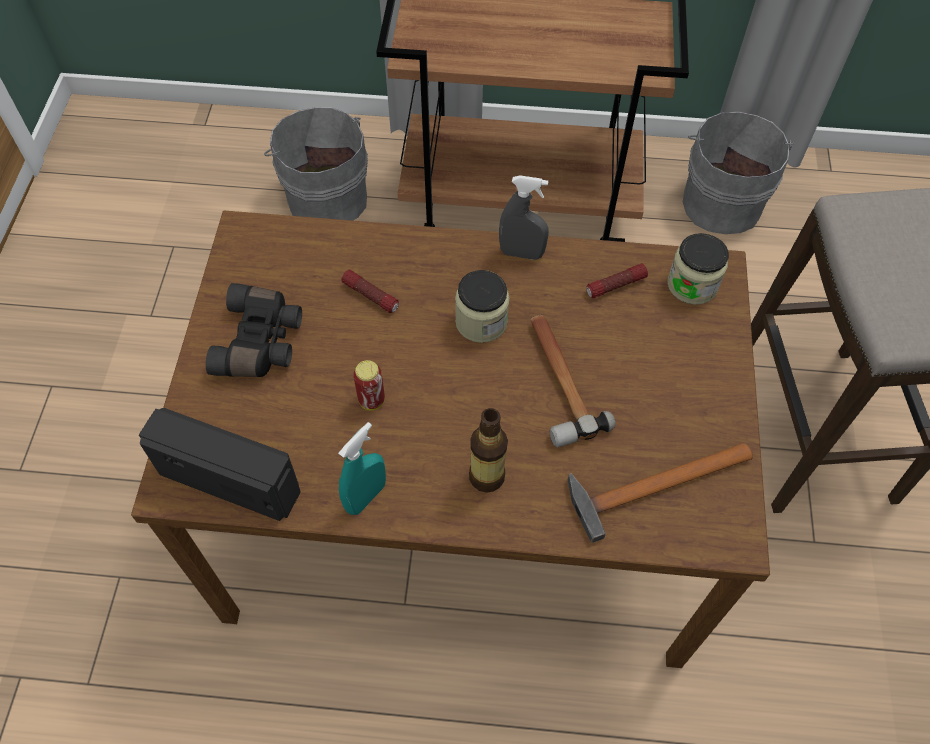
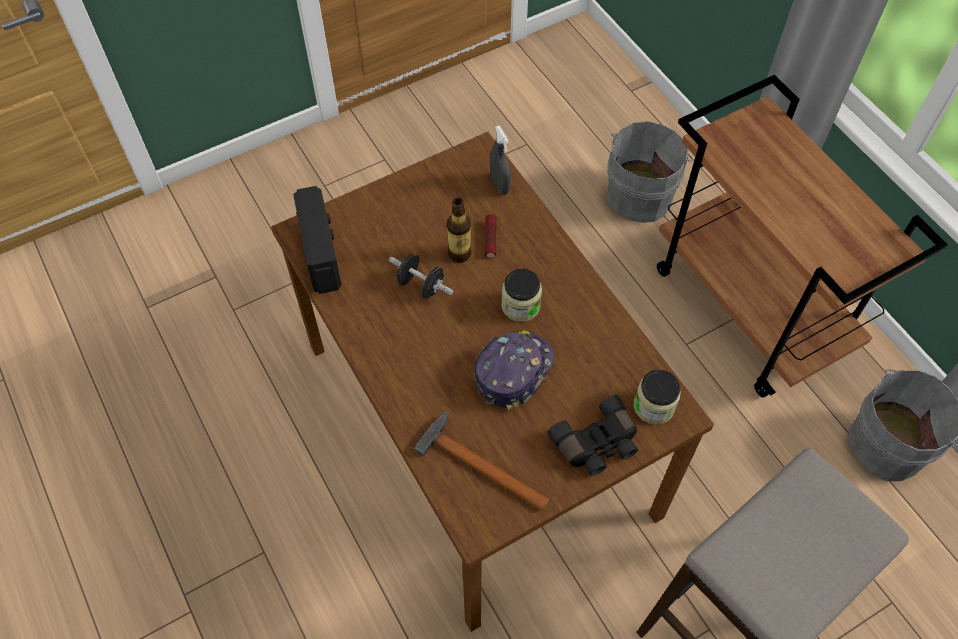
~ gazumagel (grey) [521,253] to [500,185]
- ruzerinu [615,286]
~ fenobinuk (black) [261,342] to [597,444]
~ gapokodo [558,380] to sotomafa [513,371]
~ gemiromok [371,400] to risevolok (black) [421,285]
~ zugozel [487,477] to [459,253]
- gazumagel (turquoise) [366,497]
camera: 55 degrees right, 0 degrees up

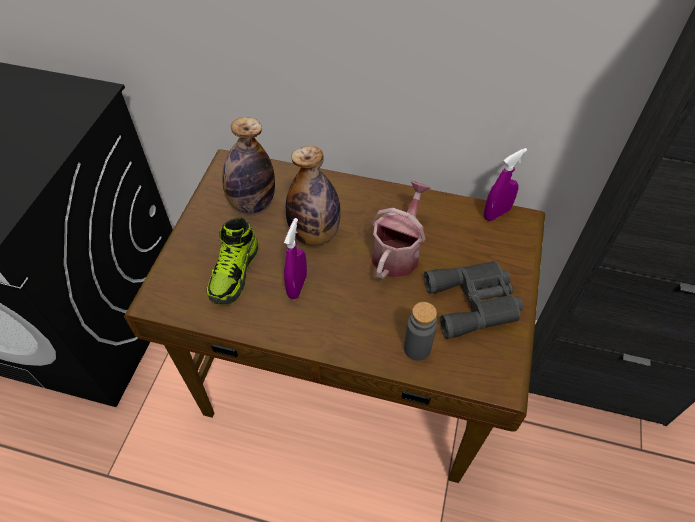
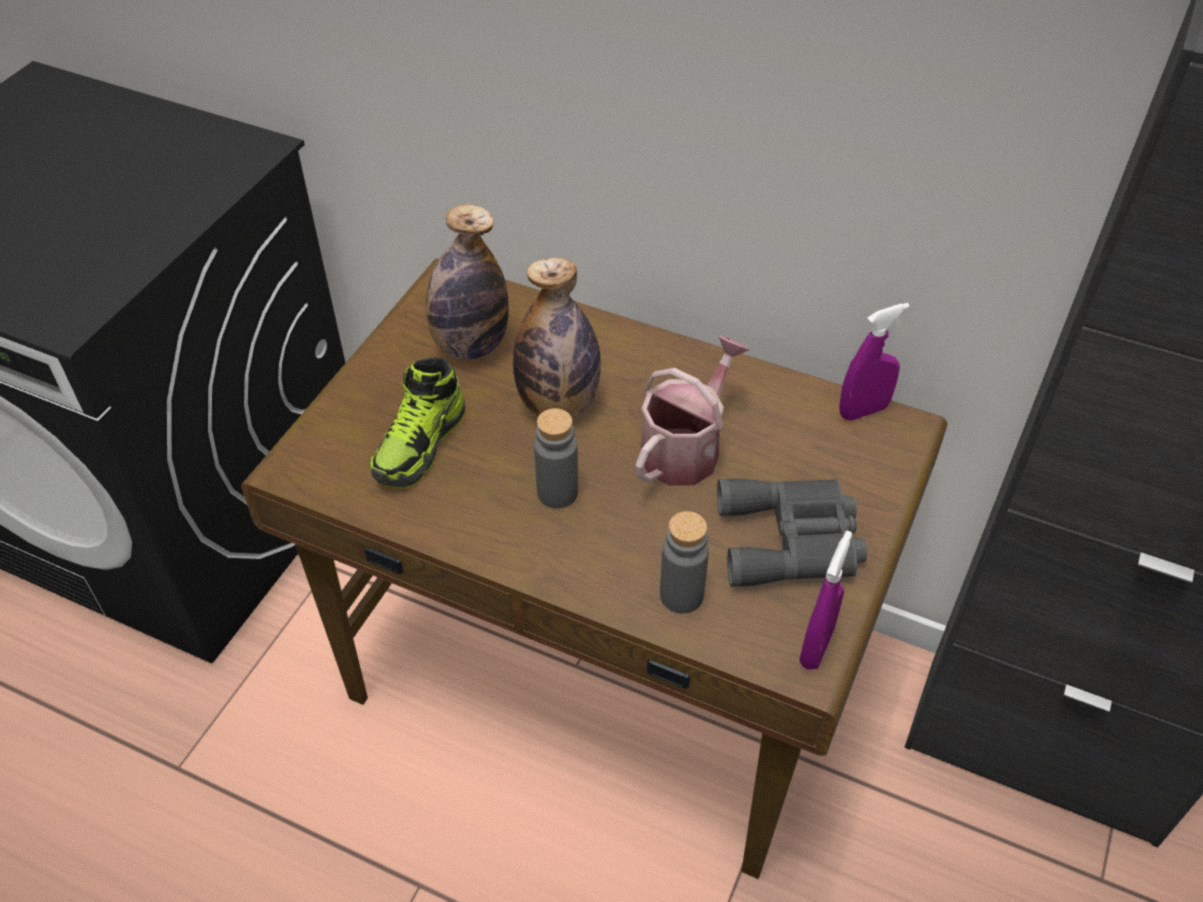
~ gazumagel (purple) [297,286] to [816,647]
+ zugozel (grey) [557,492]
camera: 10 degrees right, 5 degrees down

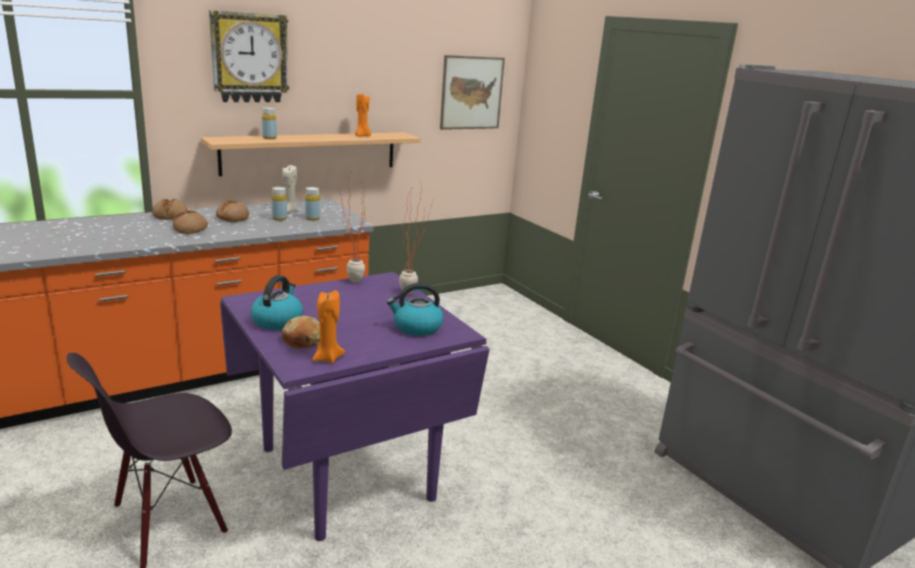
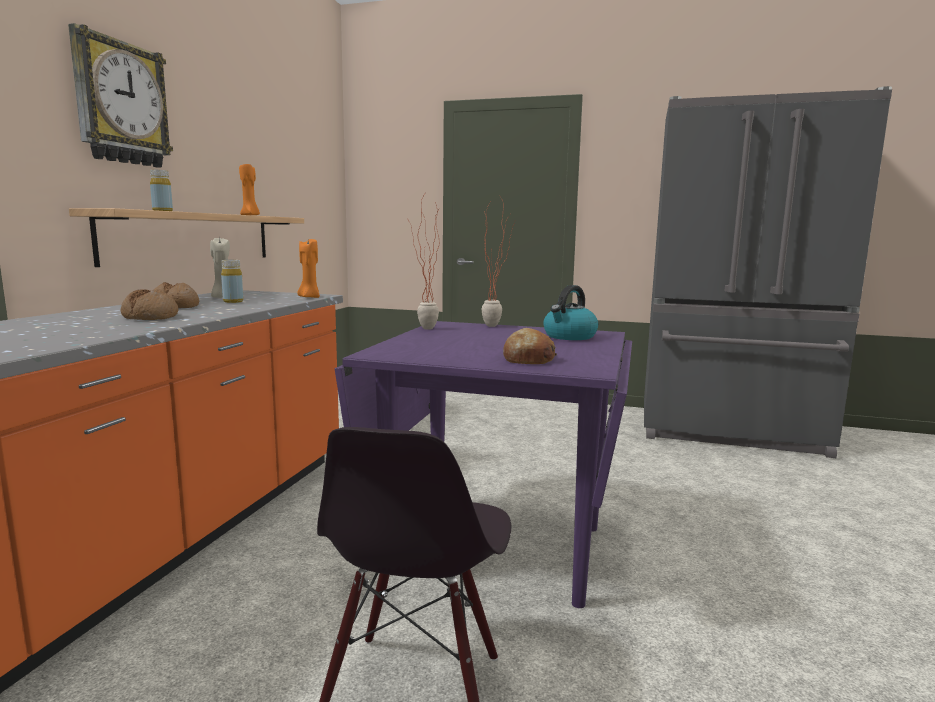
- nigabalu [472,93]
- zugozel (yellow) [312,218]
- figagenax [170,216]
- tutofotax [277,321]
~ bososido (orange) [327,358] to [309,297]
camera: 40 degrees left, 10 degrees down

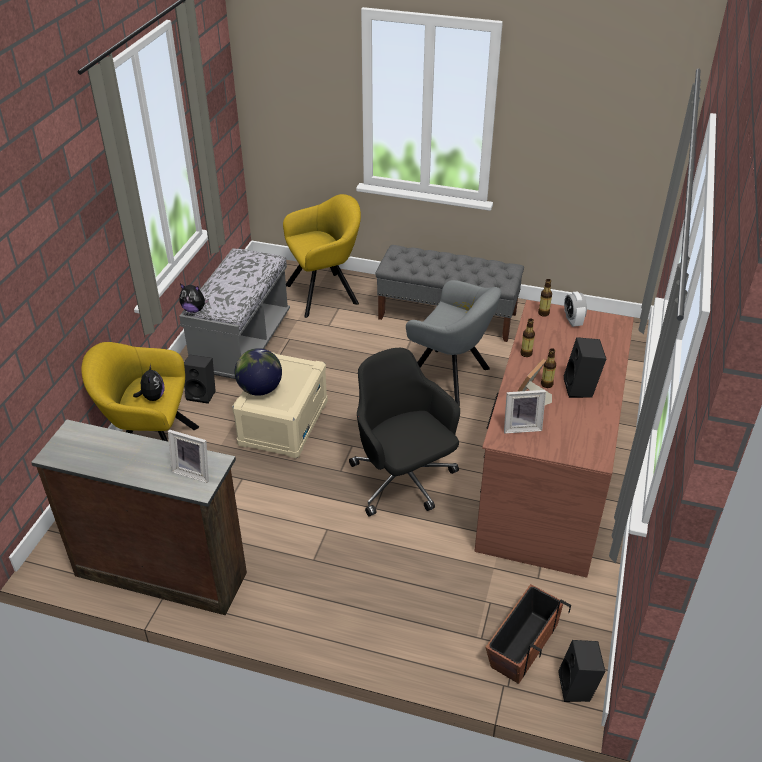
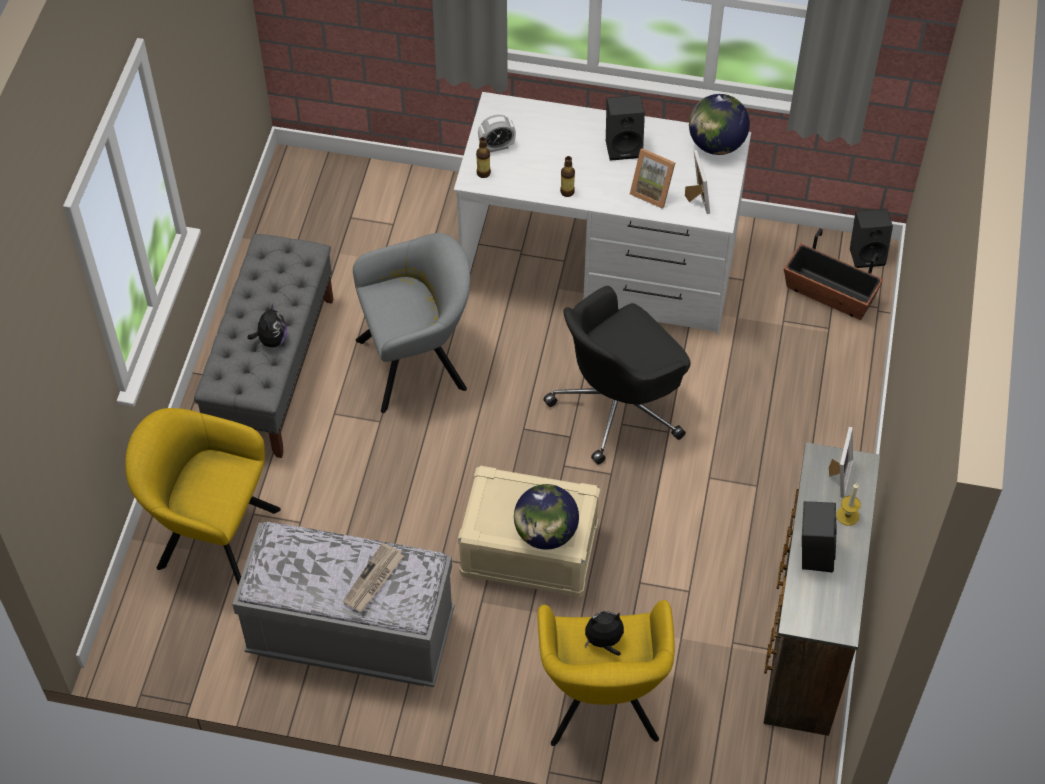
~ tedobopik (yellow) [326,293] = [211,535] 45 degrees counterclockwise
~ tedobopik (grey) [451,378] = [418,362] 45 degrees clockwise
~ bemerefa [194,310] to [271,340]
~ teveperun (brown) [546,481] to teveperun (white) [599,267]
- zugozel [546,384]
~ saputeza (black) [202,394] to [813,552]
+ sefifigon [716,144]
+ bososido [847,515]
+ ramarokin [374,580]
camera: 95 degrees left, 15 degrees up

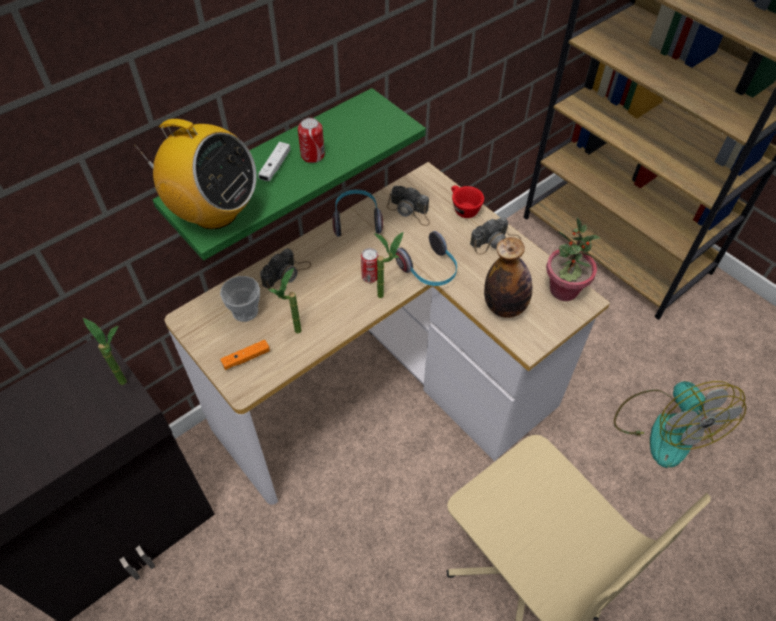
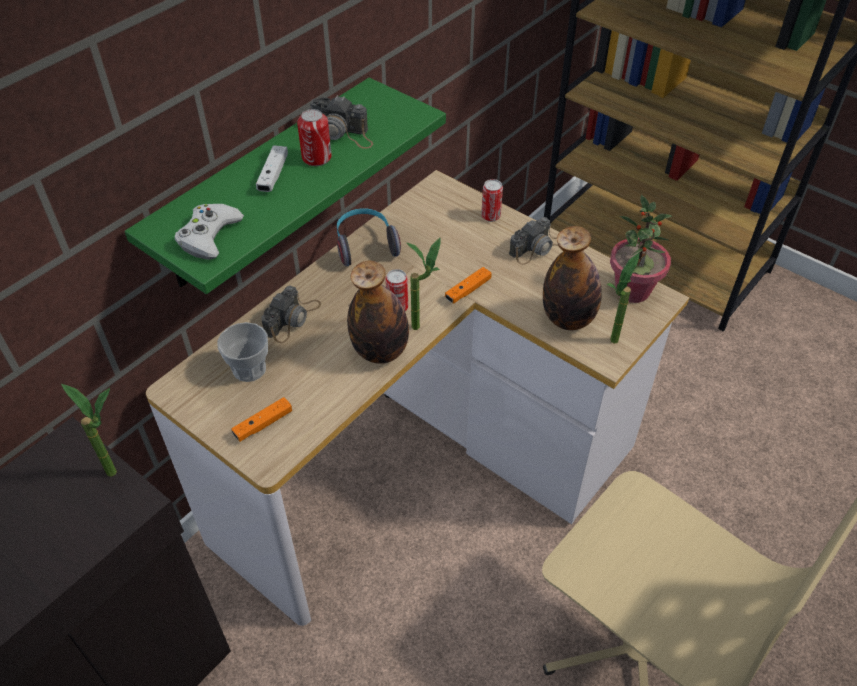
~ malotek [214,213] to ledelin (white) [209,236]
~ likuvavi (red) [463,208] to gemiromok [490,216]
~ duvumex [410,211] to [341,133]
~ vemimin [429,270] to ledelin (orange) [468,290]
~ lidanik [293,335] to [611,346]
- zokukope [663,427]
+ zugozel [380,351]
camera: 10 degrees left, 5 degrees down

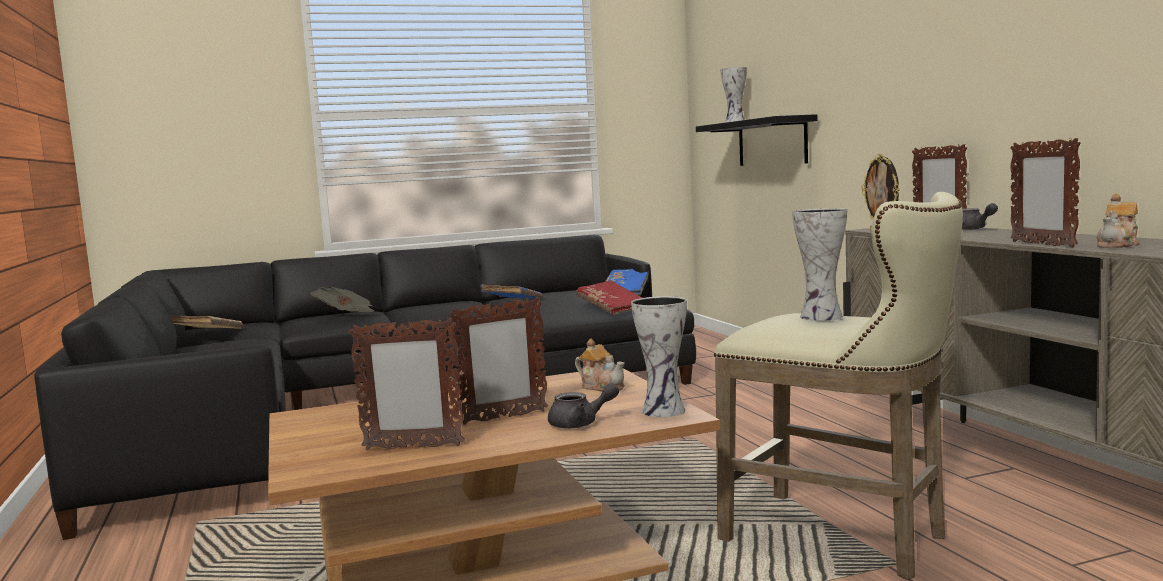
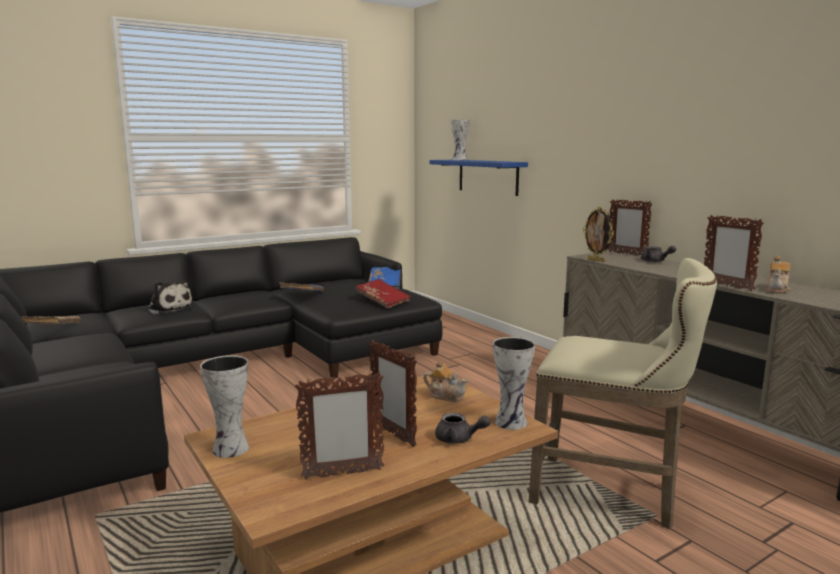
~ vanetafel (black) [772,142] to vanetafel (blue) [488,176]
~ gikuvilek [819,317] to [229,449]
~ ramarokin [347,317] to bemerefa [168,309]
~ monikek [503,417] = [393,434] 90 degrees clockwise
~ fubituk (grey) [580,424] = [459,439] 45 degrees clockwise
camera: 15 degrees left, 5 degrees up

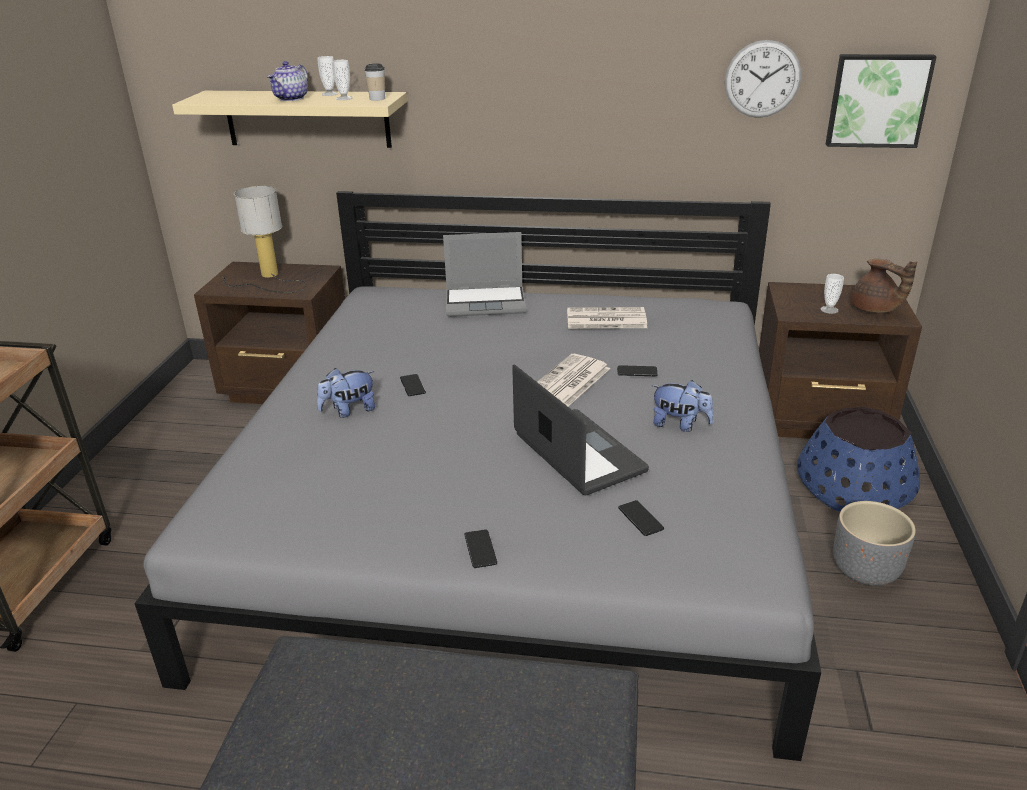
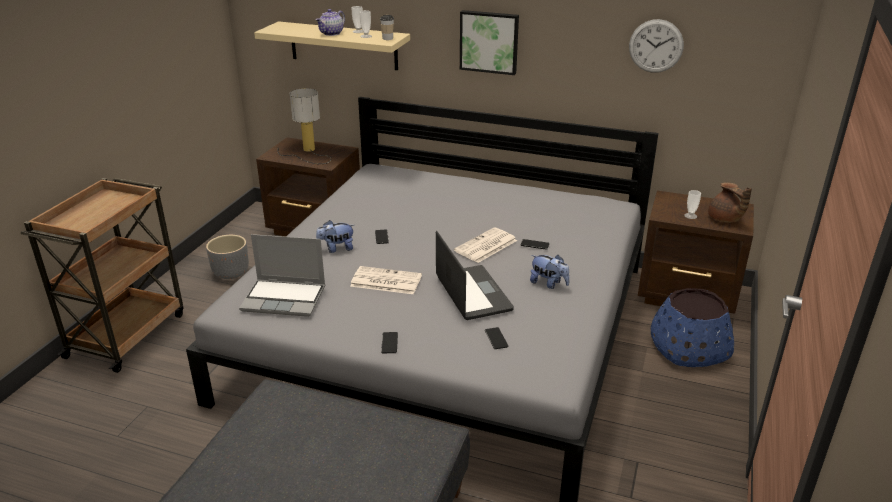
~ nigabalu [877,100] to [489,41]
~ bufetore [486,302] to [285,298]
~ ramarokin [605,319] to [385,281]
~ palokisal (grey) [865,570] to [231,273]
camera: 10 degrees right, 0 degrees up

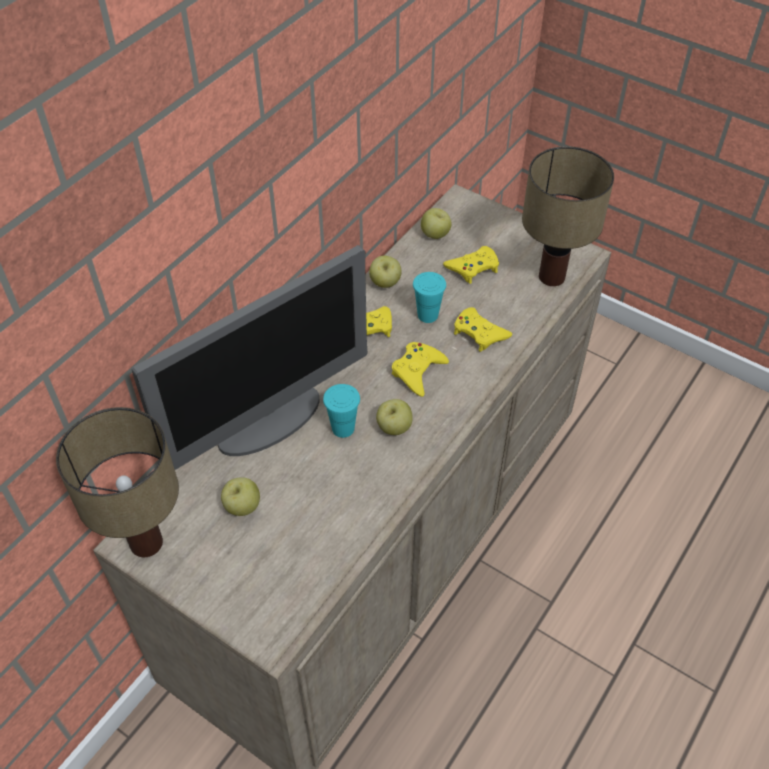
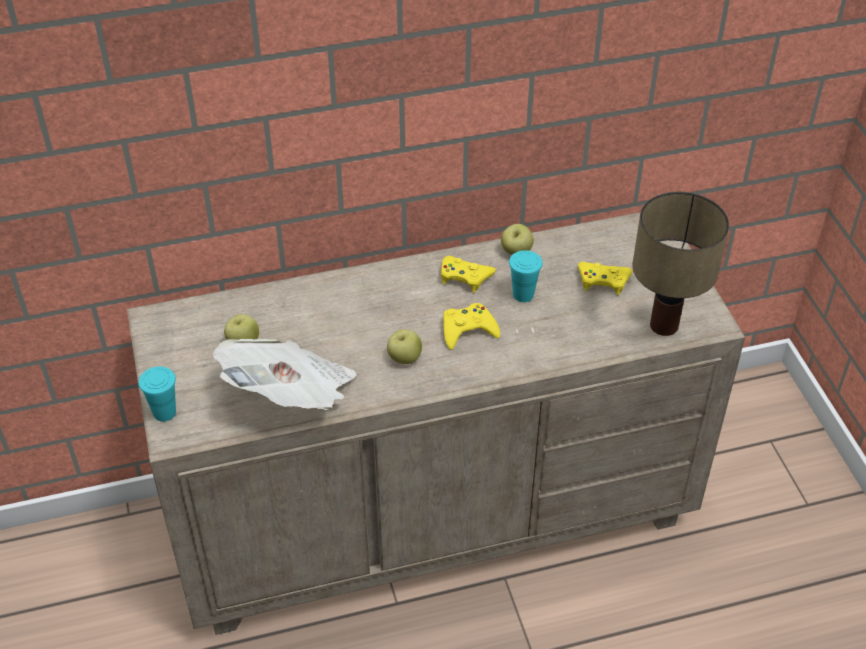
- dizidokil [435,234]
- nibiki [270,421]
- ledelin (yellow) [479,333]
~ likuvavi (turquoise) [343,428] to [164,412]
- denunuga [147,541]
+ ramarokin [291,395]
camera: 40 degrees right, 5 degrees down

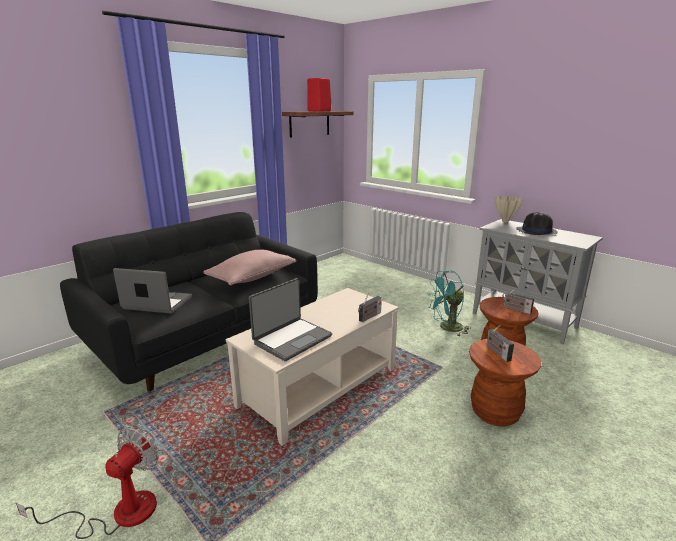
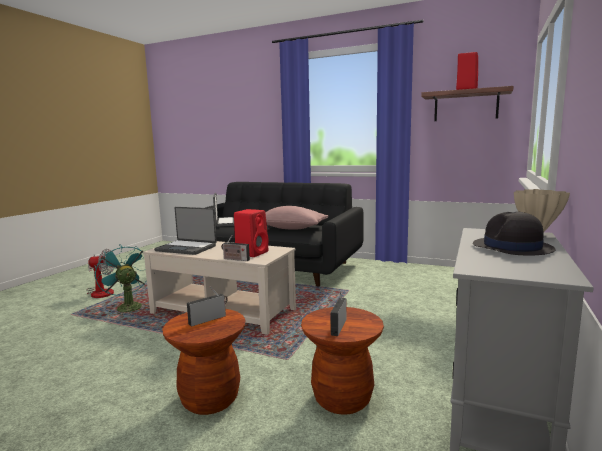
~ zokukope (turquoise) [446,328] to [127,306]
+ saputeza (red) [252,253]
camera: 70 degrees right, 10 degrees down

